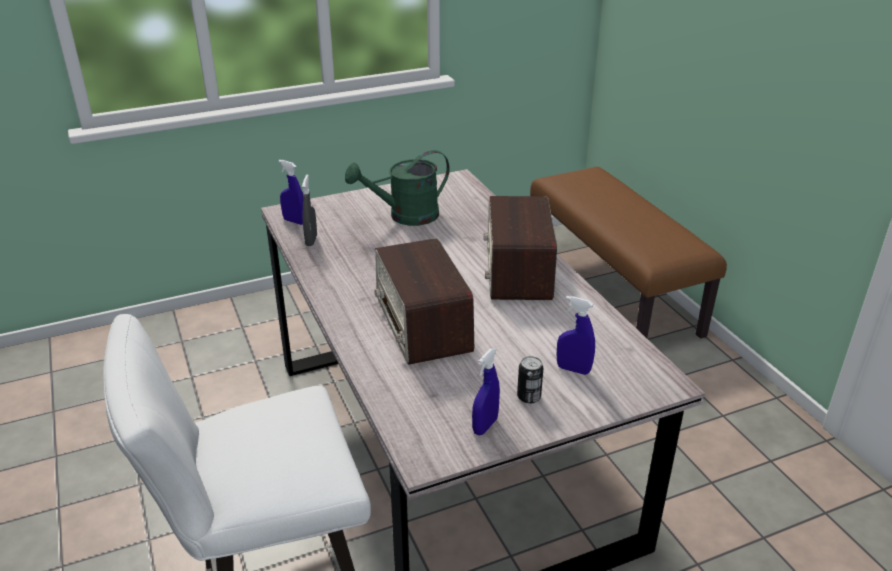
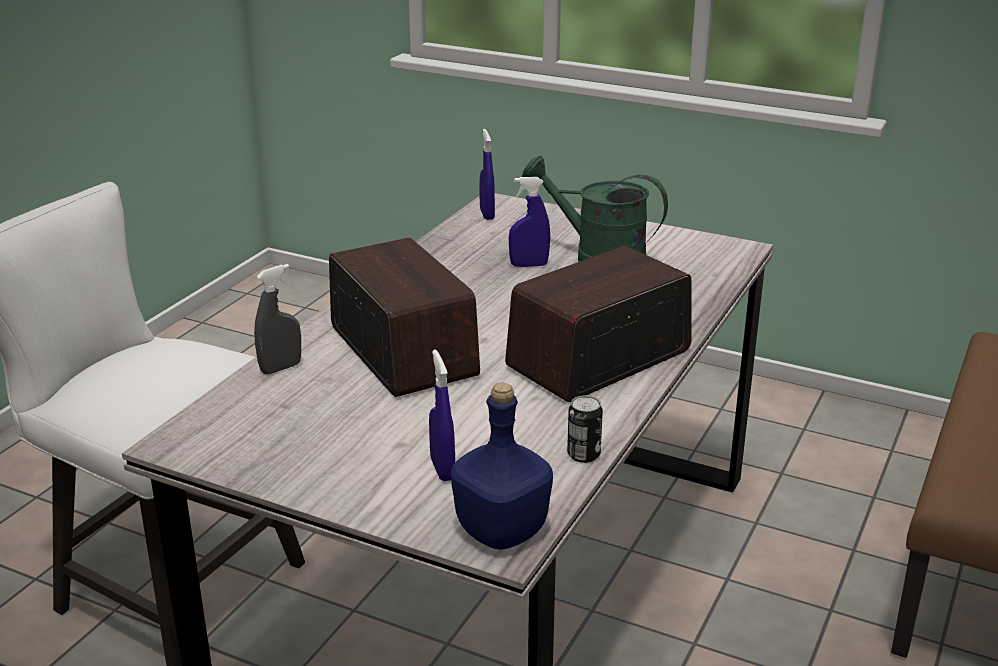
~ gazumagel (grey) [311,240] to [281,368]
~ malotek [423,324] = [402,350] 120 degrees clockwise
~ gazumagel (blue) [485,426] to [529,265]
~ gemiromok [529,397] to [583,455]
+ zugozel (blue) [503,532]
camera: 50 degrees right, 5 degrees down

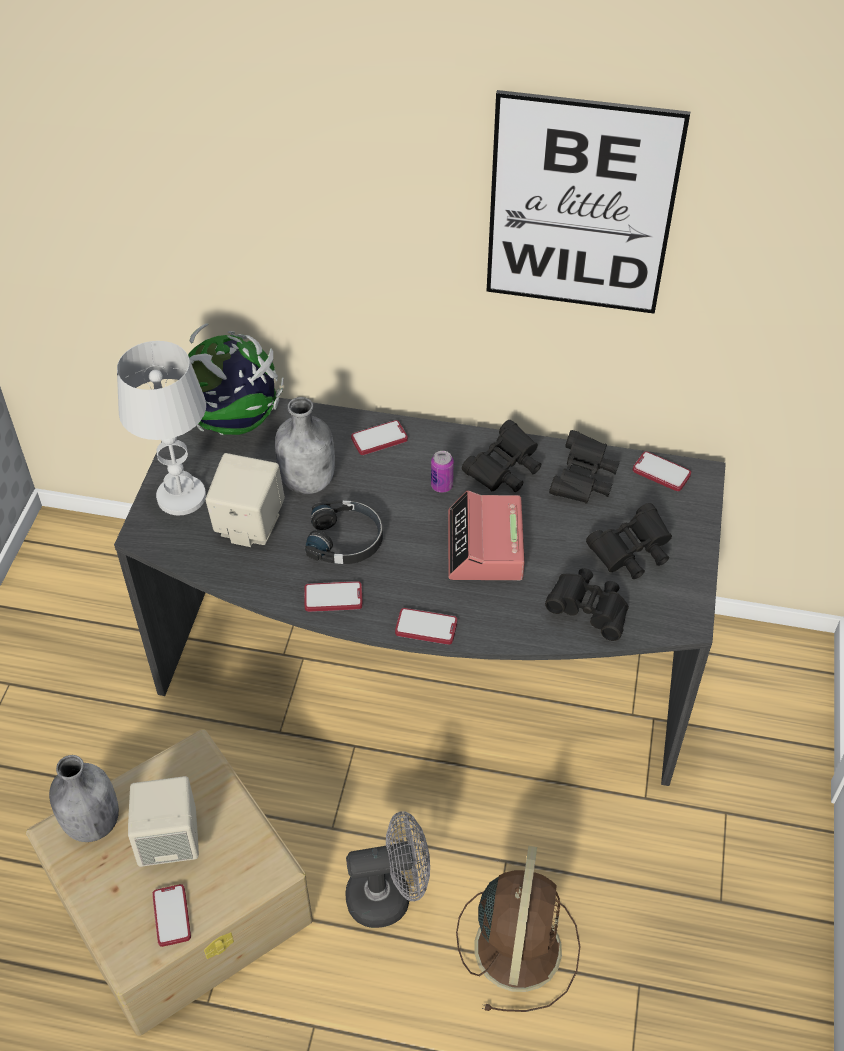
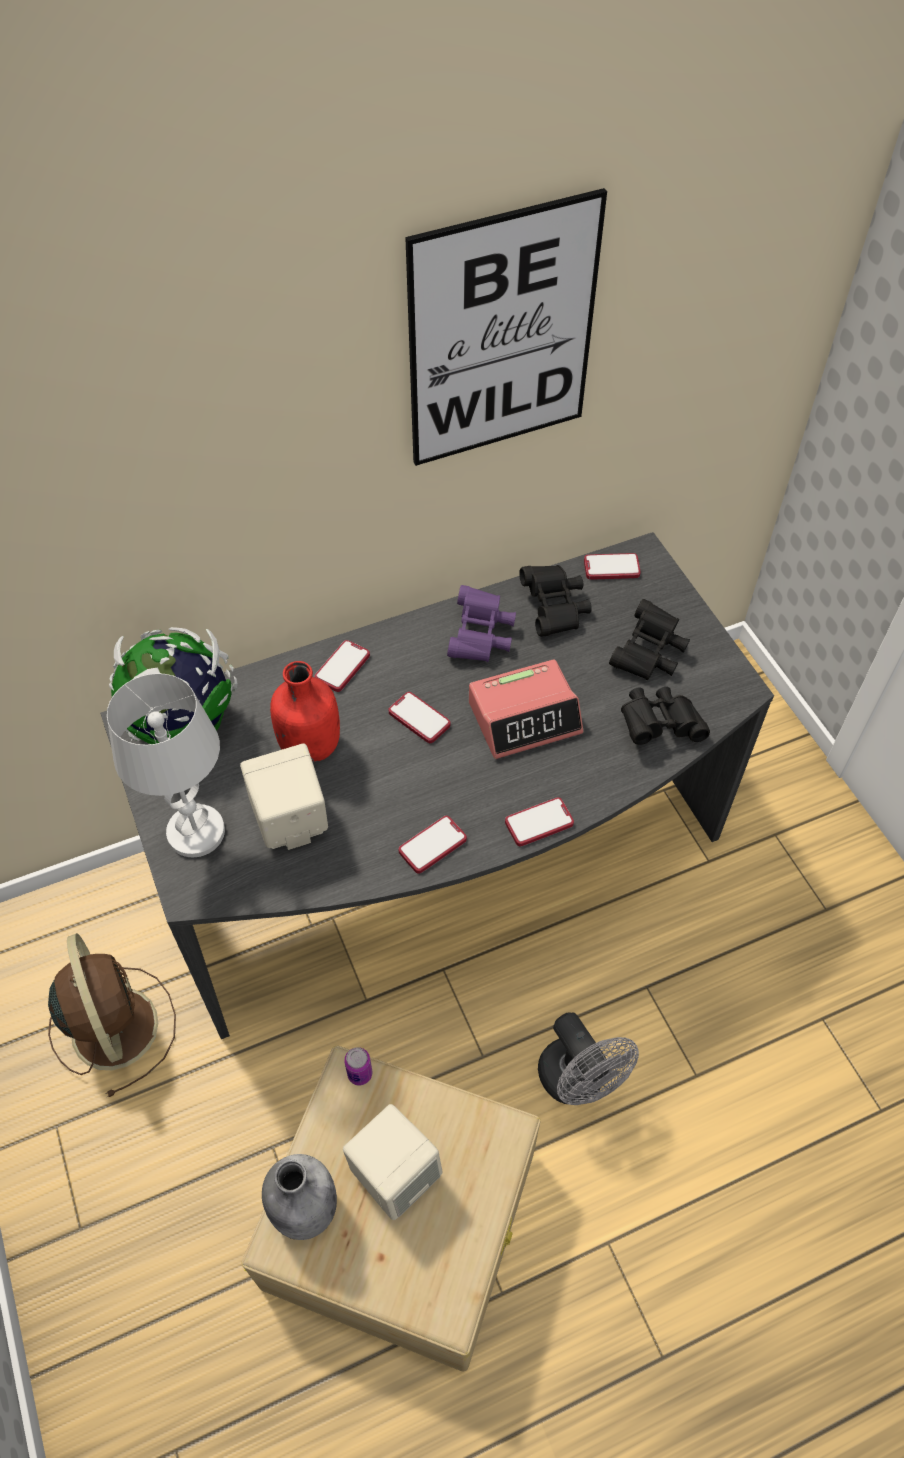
~ zugozel (grey) [309,481] to zugozel (red) [310,745]
~ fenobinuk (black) [504,470] to fenobinuk (purple) [480,636]
~ gemiromok [442,486] to [360,1074]
~ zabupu [485,547] = [525,717] 75 degrees counterclockwise
- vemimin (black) [346,540]
~ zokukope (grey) [389,895] = [578,1082] 105 degrees clockwise
~ zokukope (brown) [518,944] to [114,1024]
~ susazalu [171,916] to [419,718]
camera: 35 degrees left, 5 degrees up

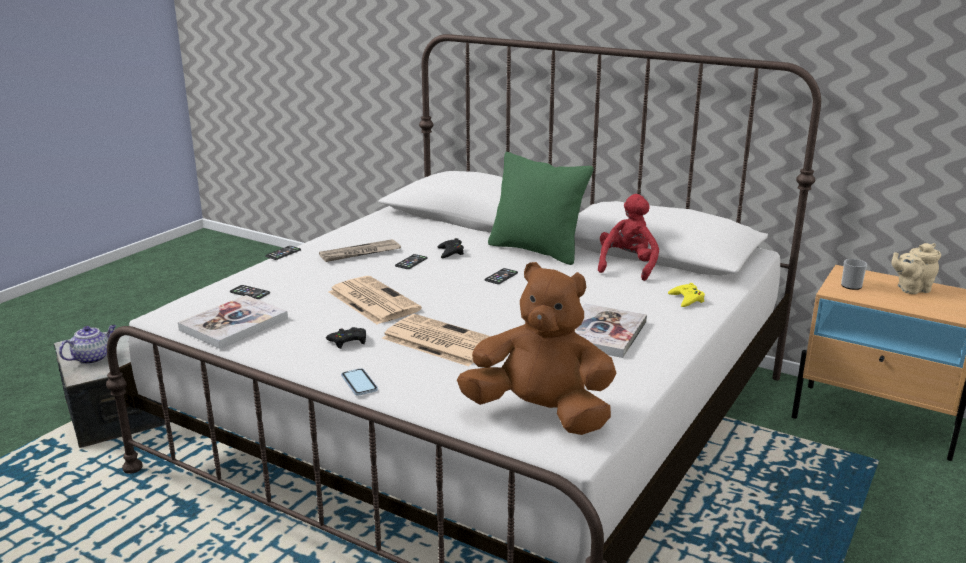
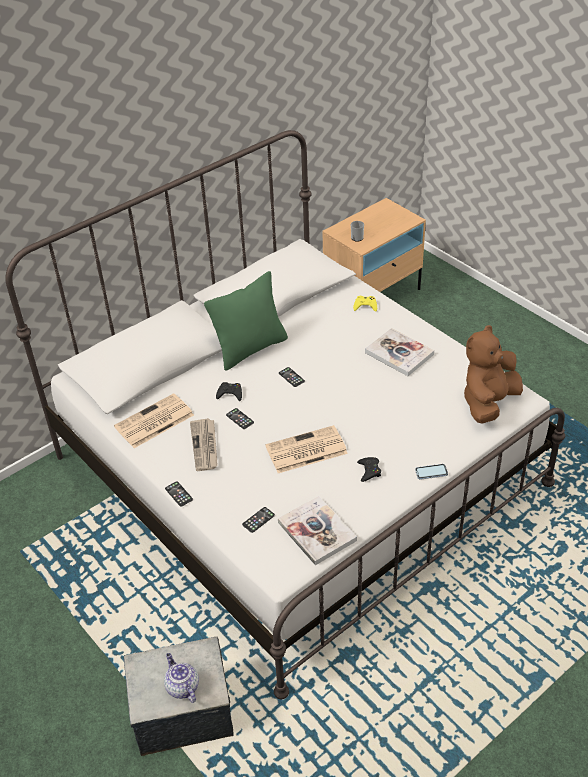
- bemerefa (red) [627,266]
- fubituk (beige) [911,289]
~ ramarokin [438,341] to [153,422]
camera: 70 degrees left, 20 degrees up

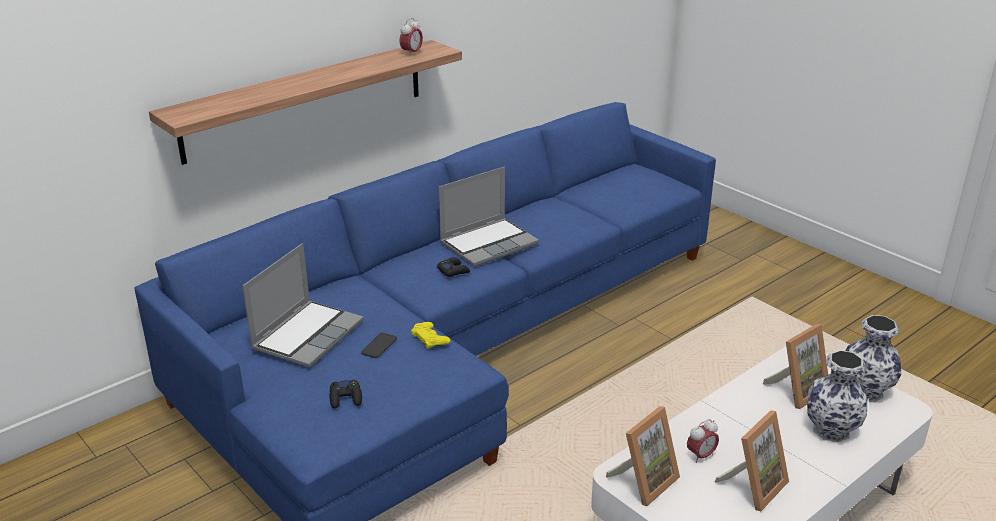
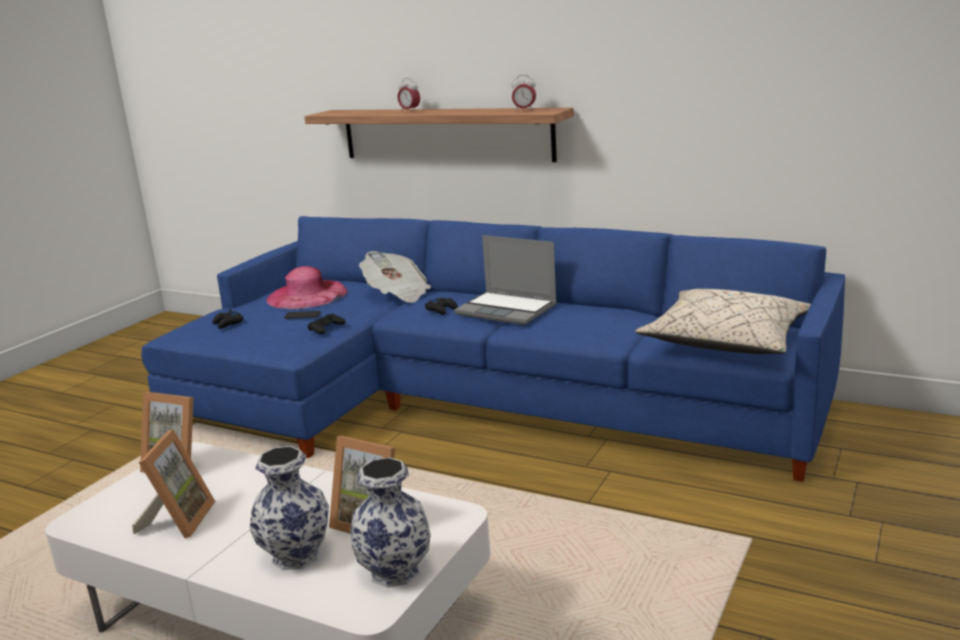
~ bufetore [307,334] to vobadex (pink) [307,295]
~ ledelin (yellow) [430,338] to ledelin (black) [326,328]
~ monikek [753,486] = [178,520] 105 degrees counterclockwise
~ zabupu [701,456] to [410,111]
+ ramarokin [397,294]
+ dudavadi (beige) [726,341]
camera: 70 degrees right, 10 degrees down

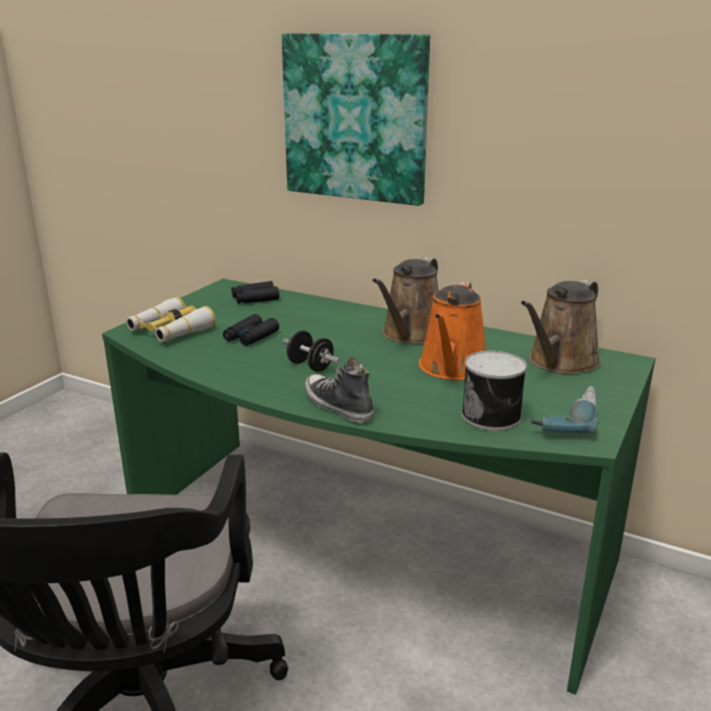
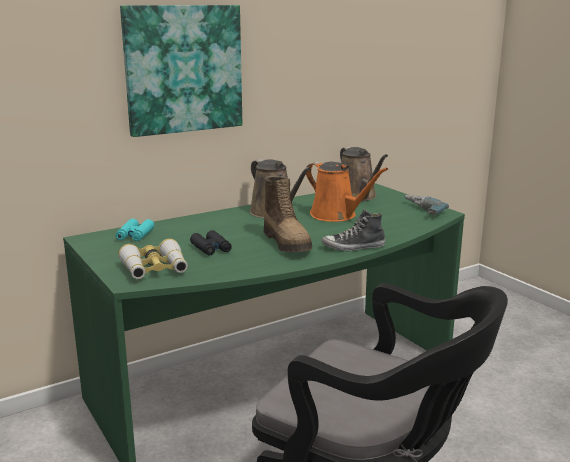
~ fenobinuk (black) [255,298] to fenobinuk (turquoise) [135,235]
~ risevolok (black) [310,366] to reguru [287,243]
- gemiromok [492,416]
camera: 60 degrees left, 5 degrees down

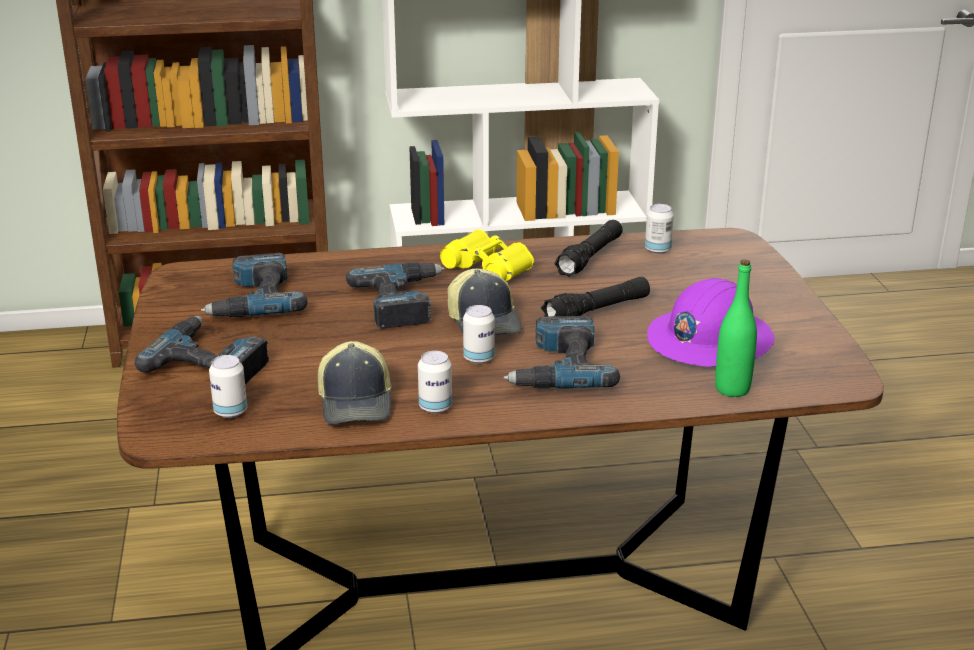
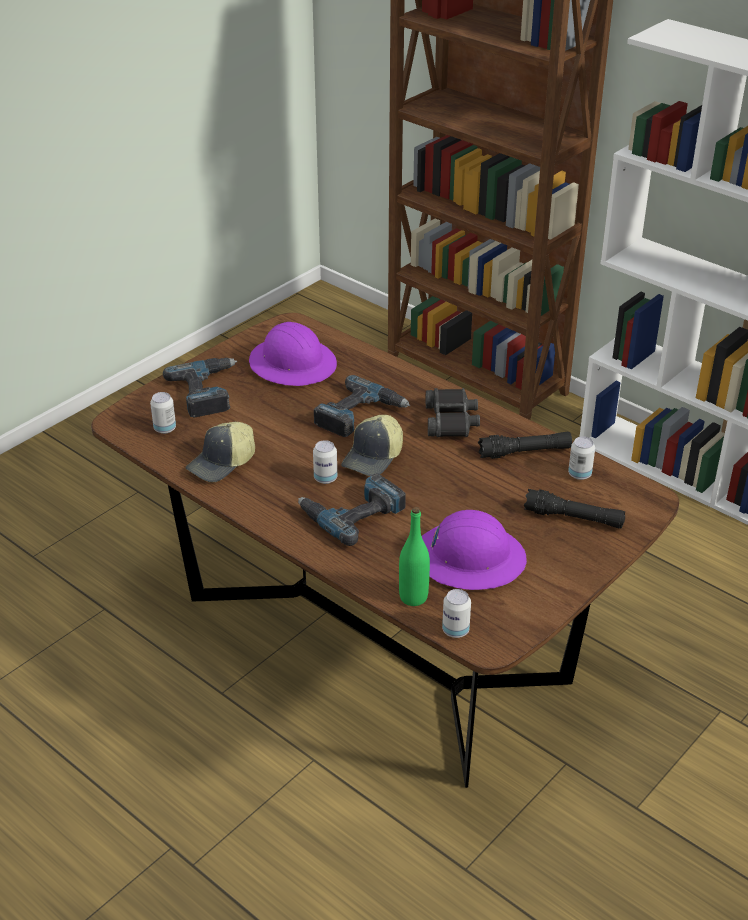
~ fenobinuk (yellow) [490,267] to fenobinuk (black) [451,421]
~ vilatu [253,299] to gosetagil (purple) [293,364]
~ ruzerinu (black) [597,311] to [573,518]
~ gemiromok [435,407] to [455,630]
camera: 50 degrees right, 10 degrees up

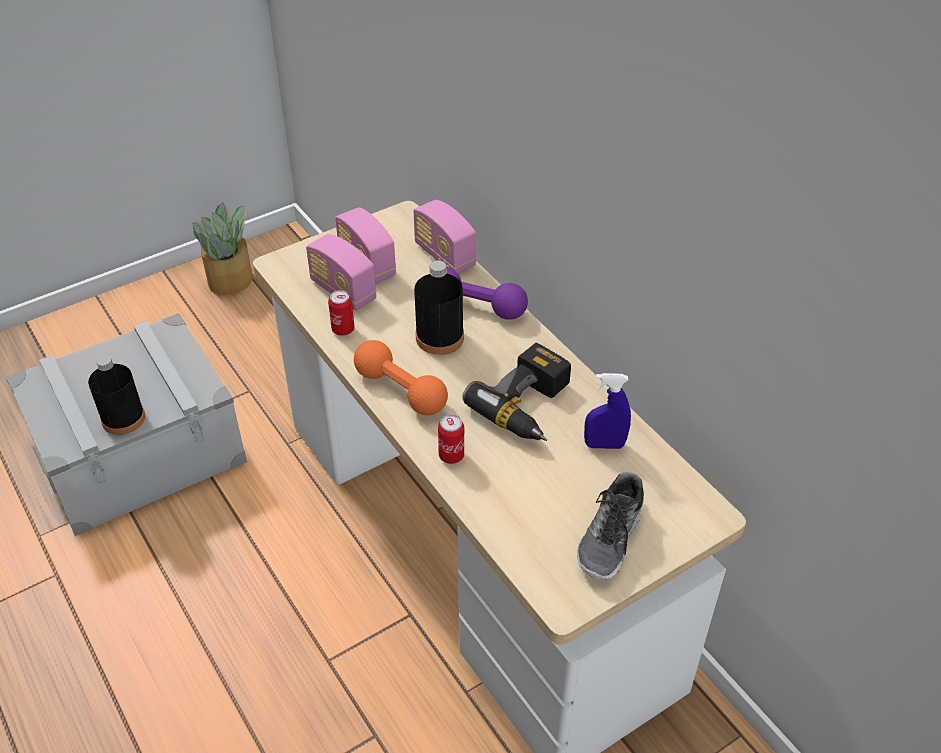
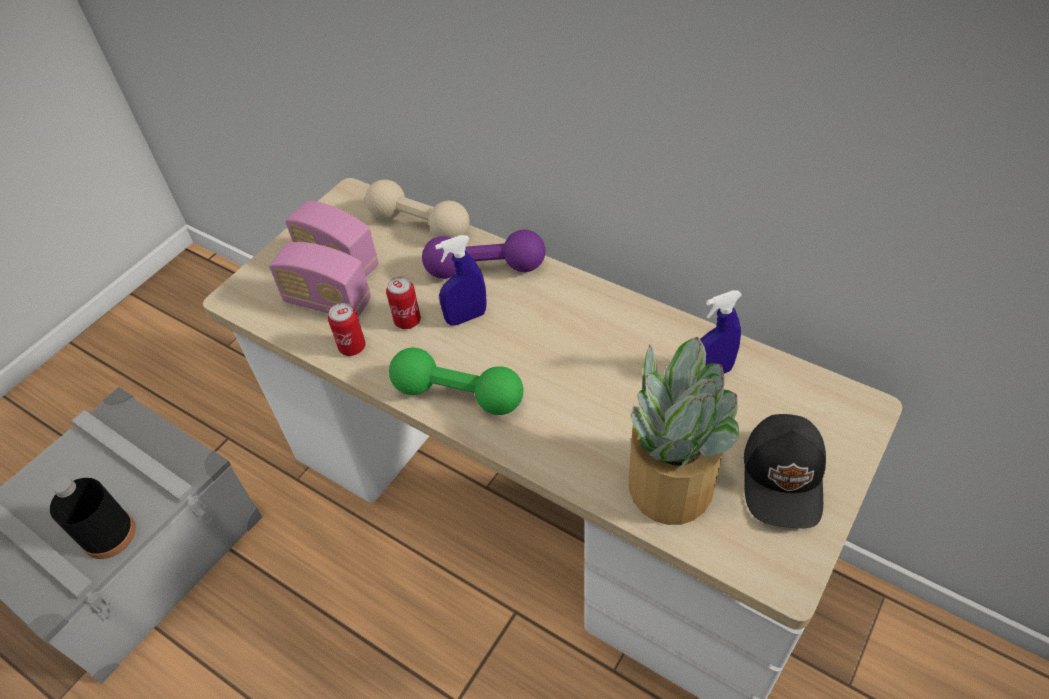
~ malotek [444,256] to risevolok (beige) [419,225]
~ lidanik [231,280] to [672,480]
~ zugozel (black) [439,337] to gazumagel (blue) [466,317]
~ risevolok (orange) [400,390] to risevolok (green) [458,395]
- vilatu [529,406]
~ gemiromok [451,455] to [407,321]
~ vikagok [611,538] to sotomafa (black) [784,478]
camera: 20 degrees left, 5 degrees up

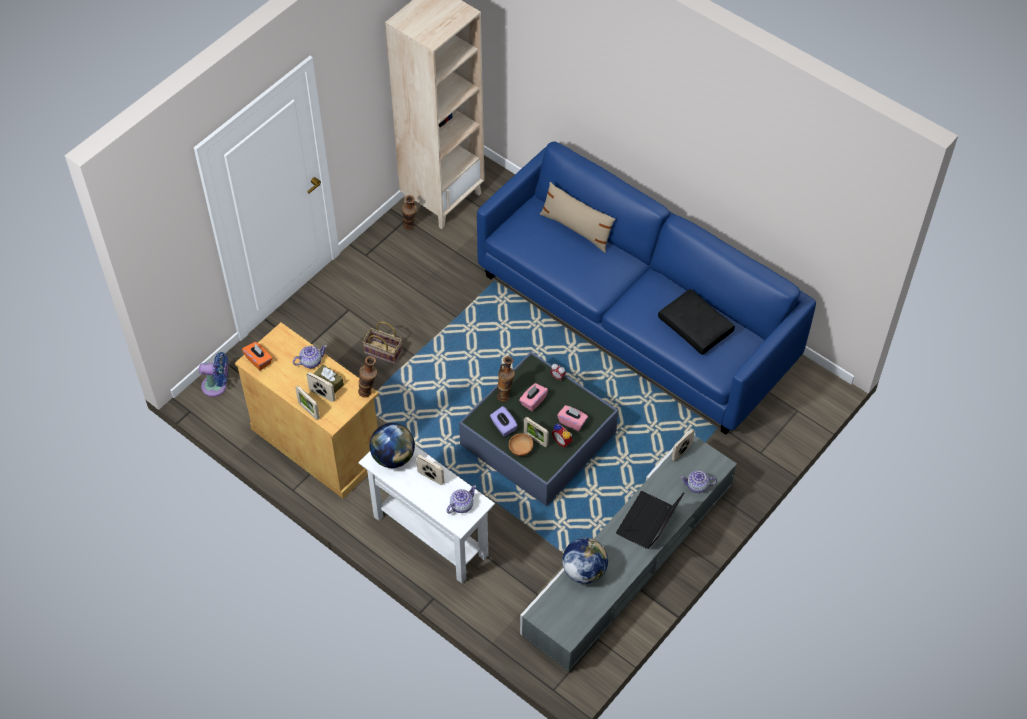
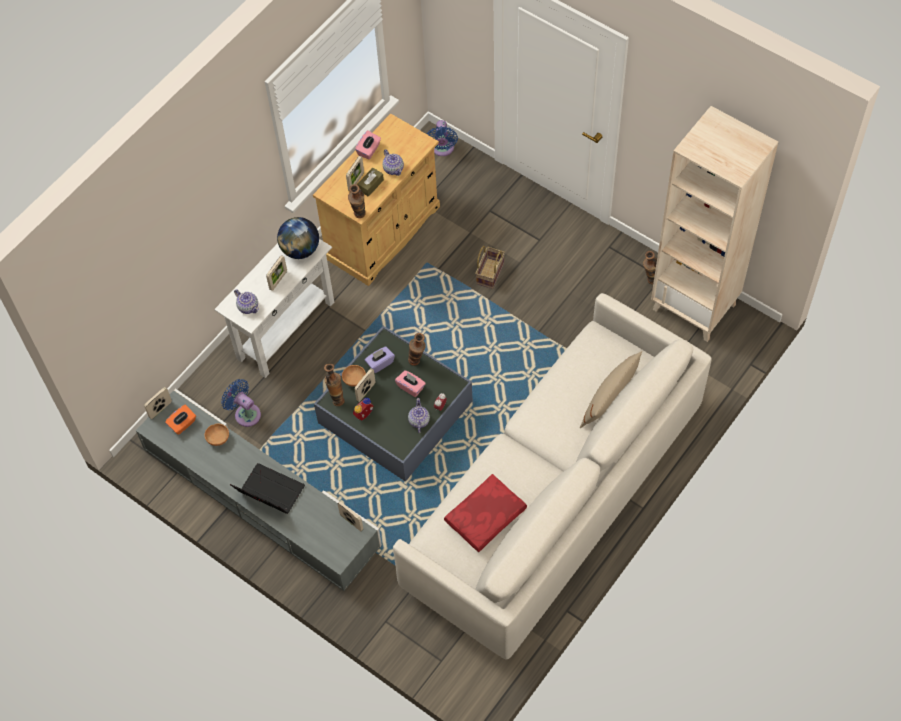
~ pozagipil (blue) [636,317] to pozagipil (white) [554,498]
~ dudavadi (black) [696,326] to dudavadi (red) [486,518]
~ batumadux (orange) [259,360] to [182,424]
~ monikek [309,411] to [160,409]
~ batumadux (pink) [572,422] to [369,150]
~ fubituk [697,486] to [419,421]
~ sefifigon [584,571] to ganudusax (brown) [218,438]
+ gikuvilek [336,398]
+ zokukope (blue) [245,413]
camera: 90 degrees right, 5 degrees up

